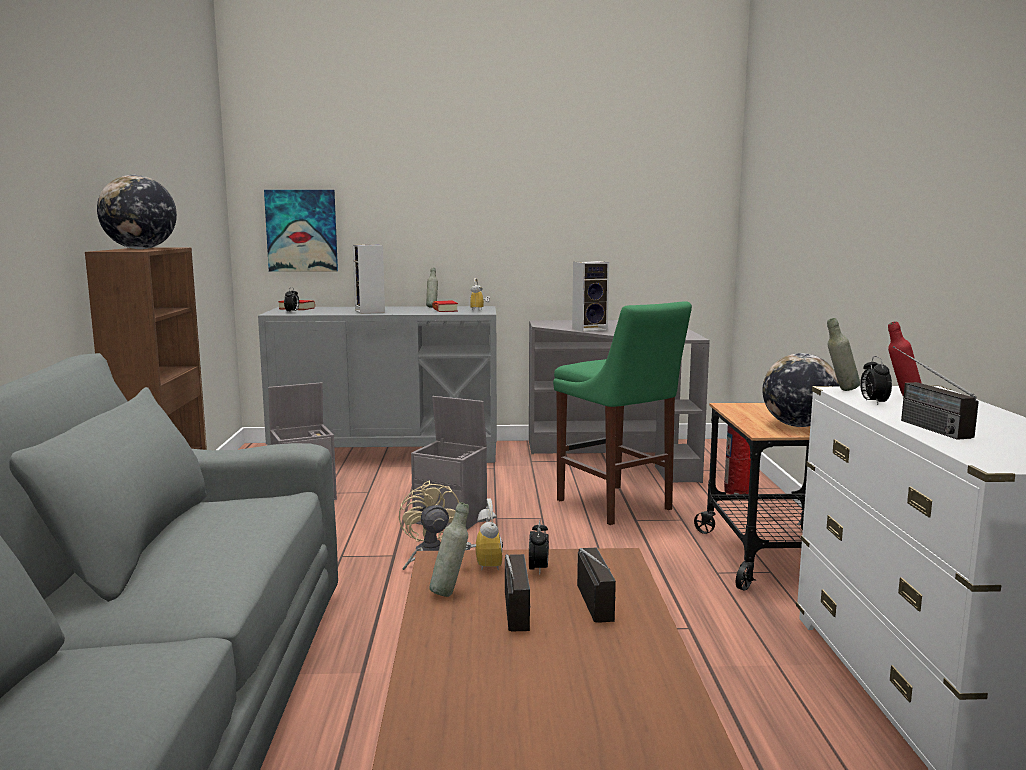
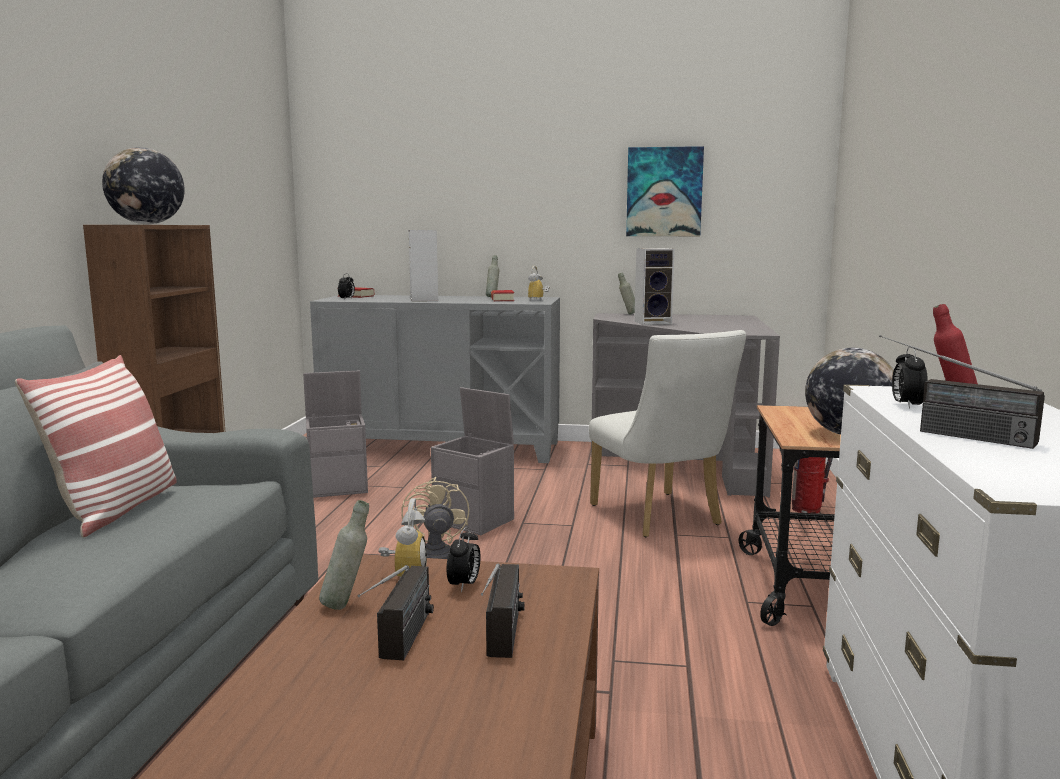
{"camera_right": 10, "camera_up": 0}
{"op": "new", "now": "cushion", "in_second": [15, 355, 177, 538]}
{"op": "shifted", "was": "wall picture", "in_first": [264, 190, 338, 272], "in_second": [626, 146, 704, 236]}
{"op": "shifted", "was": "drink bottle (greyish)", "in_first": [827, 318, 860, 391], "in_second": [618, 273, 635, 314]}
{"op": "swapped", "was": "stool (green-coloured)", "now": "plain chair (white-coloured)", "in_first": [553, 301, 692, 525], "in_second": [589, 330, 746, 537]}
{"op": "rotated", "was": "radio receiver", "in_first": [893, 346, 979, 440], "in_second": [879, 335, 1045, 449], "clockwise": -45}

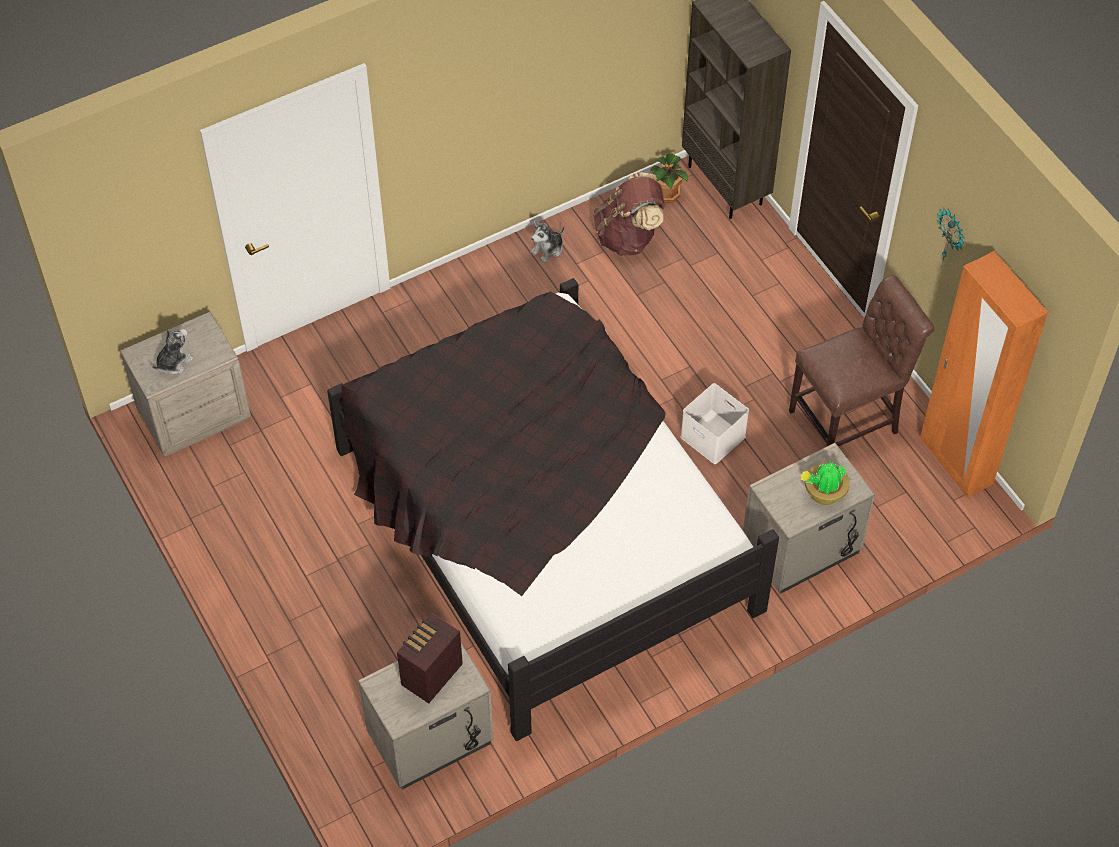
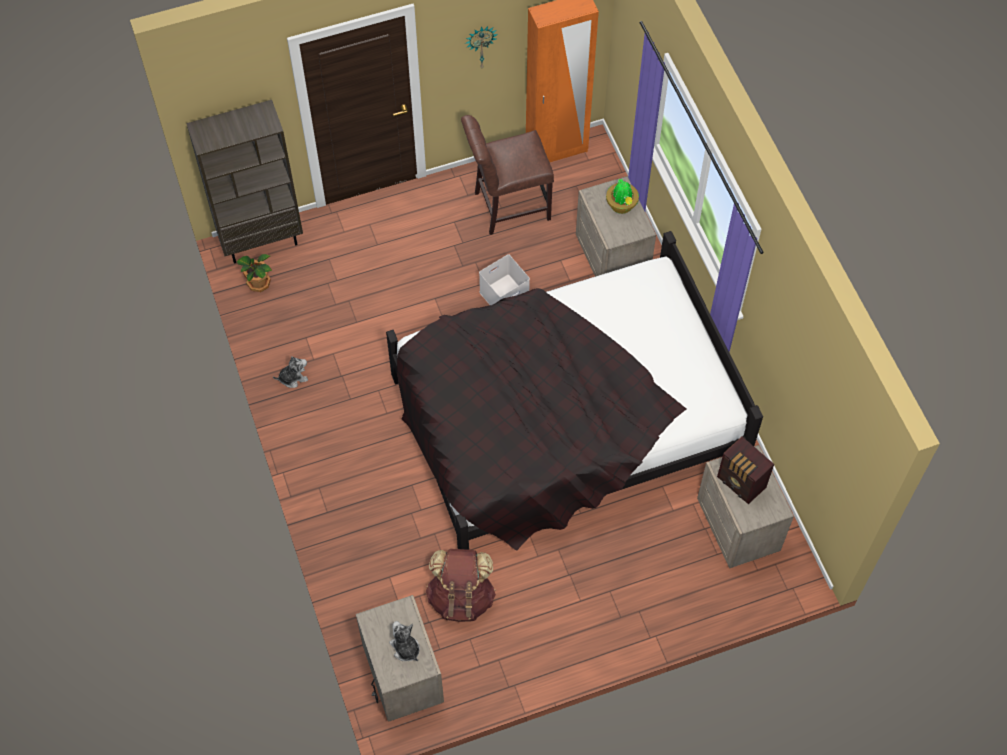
{"camera_right": -80, "camera_up": 5}
{"op": "shifted", "was": "rucksack (brown-coloured)", "in_first": [593, 172, 665, 256], "in_second": [426, 549, 496, 622]}
{"op": "rotated", "was": "plush toy", "in_first": [530, 220, 564, 263], "in_second": [273, 356, 308, 388], "clockwise": -75}
{"op": "rotated", "was": "plain chair (brown-coloured)", "in_first": [789, 275, 935, 447], "in_second": [461, 115, 554, 235], "clockwise": -90}

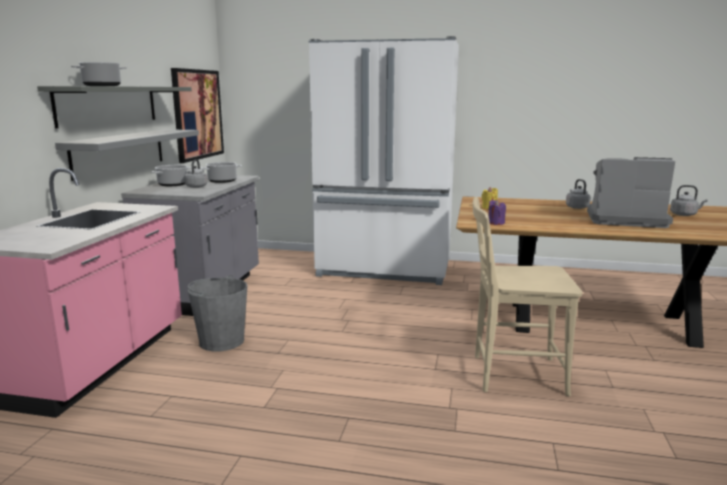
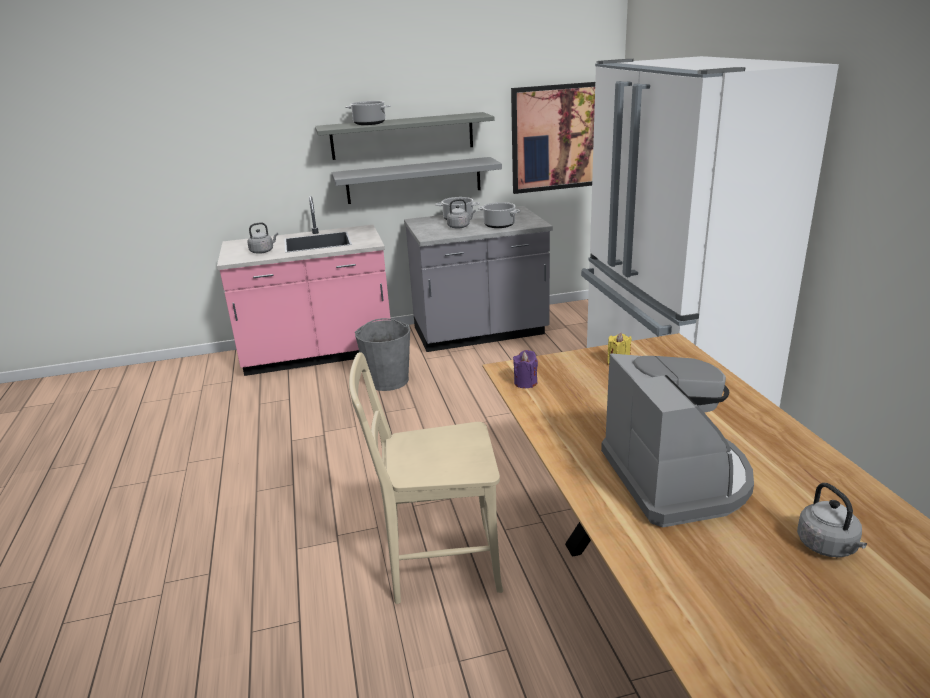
{"camera_right": 65, "camera_up": 10}
{"op": "shifted", "was": "water kettle (greyish)", "in_first": [566, 179, 591, 209], "in_second": [247, 222, 278, 254]}
{"op": "rotated", "was": "plain chair (beige)", "in_first": [473, 197, 582, 396], "in_second": [349, 352, 503, 604], "clockwise": -75}

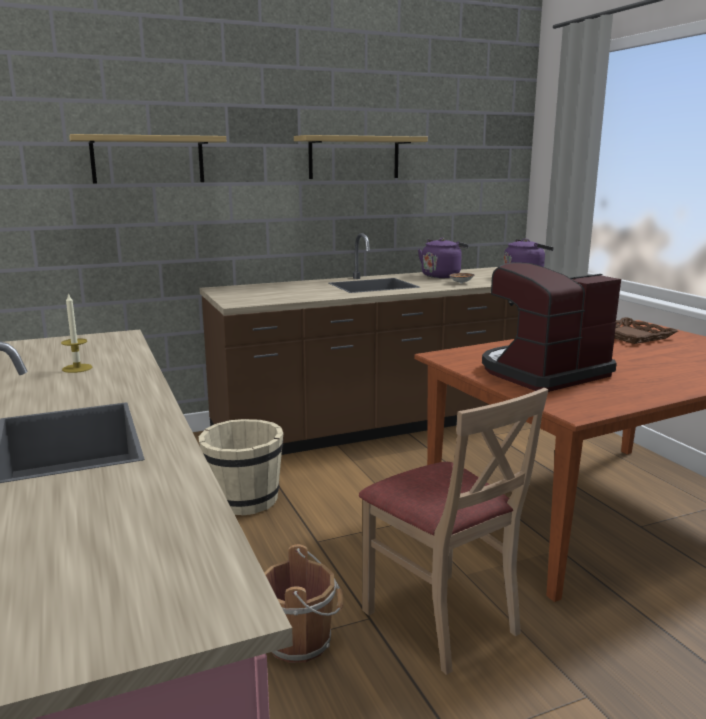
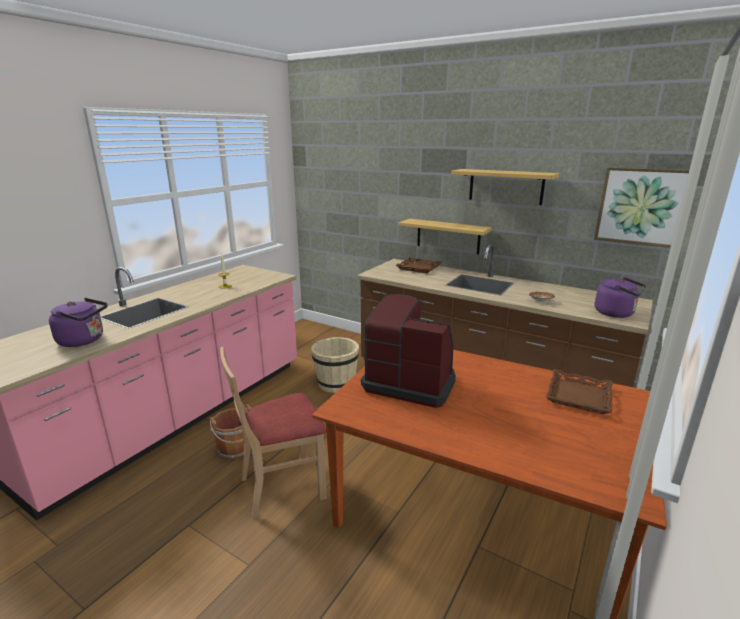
{"camera_right": 55, "camera_up": 5}
{"op": "new", "now": "serving tray (brown-coloured)", "in_second": [396, 257, 442, 273]}
{"op": "new", "now": "wall picture", "in_second": [594, 167, 689, 248]}
{"op": "shifted", "was": "bracket shelf", "in_first": [69, 134, 226, 184], "in_second": [399, 219, 492, 254]}
{"op": "shifted", "was": "water kettle (purple)", "in_first": [418, 238, 469, 278], "in_second": [49, 298, 107, 347]}
{"op": "rotated", "was": "plain chair (beige)", "in_first": [359, 388, 548, 675], "in_second": [220, 346, 326, 519], "clockwise": 45}

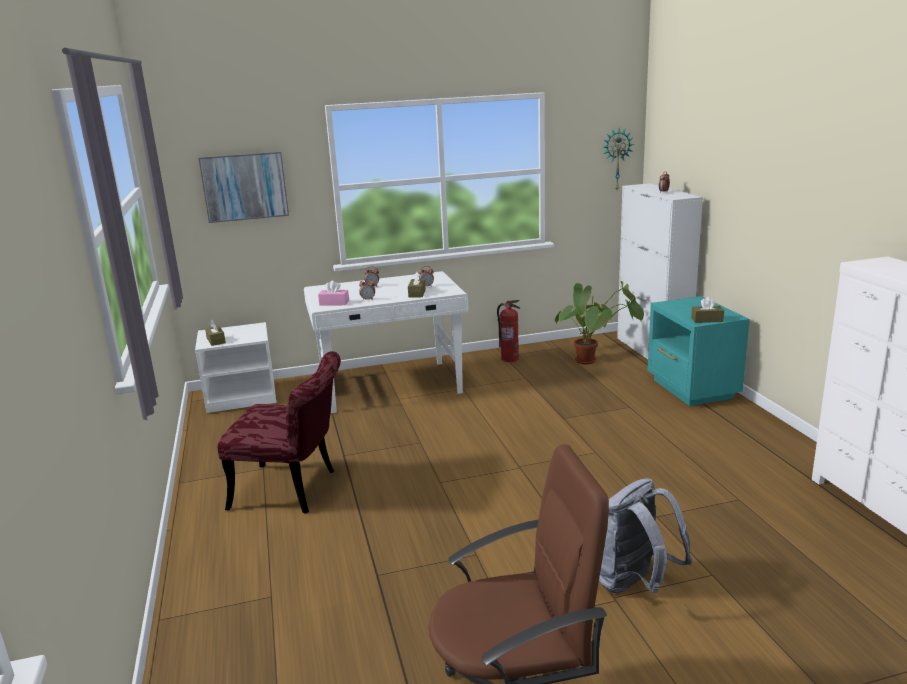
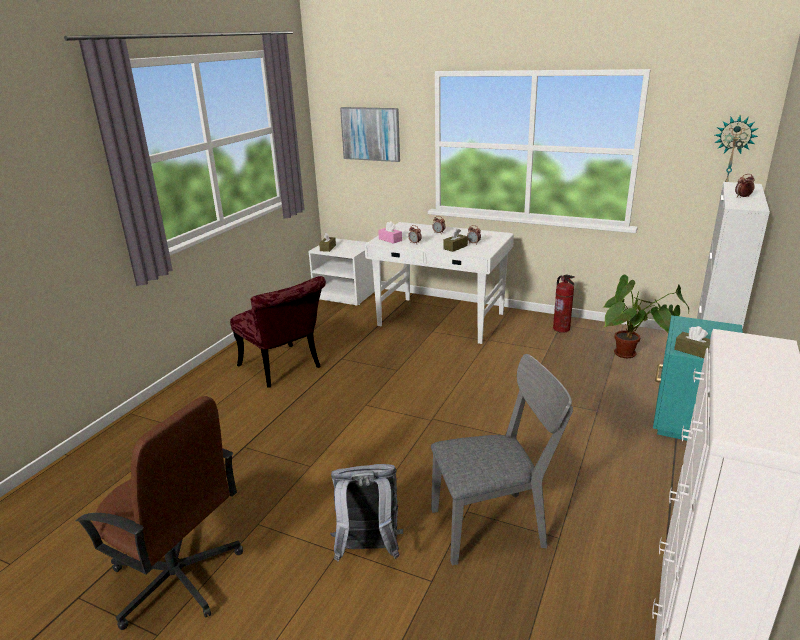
{"camera_right": 40, "camera_up": 5}
{"op": "new", "now": "plain chair (greyish)", "in_second": [431, 354, 573, 565]}

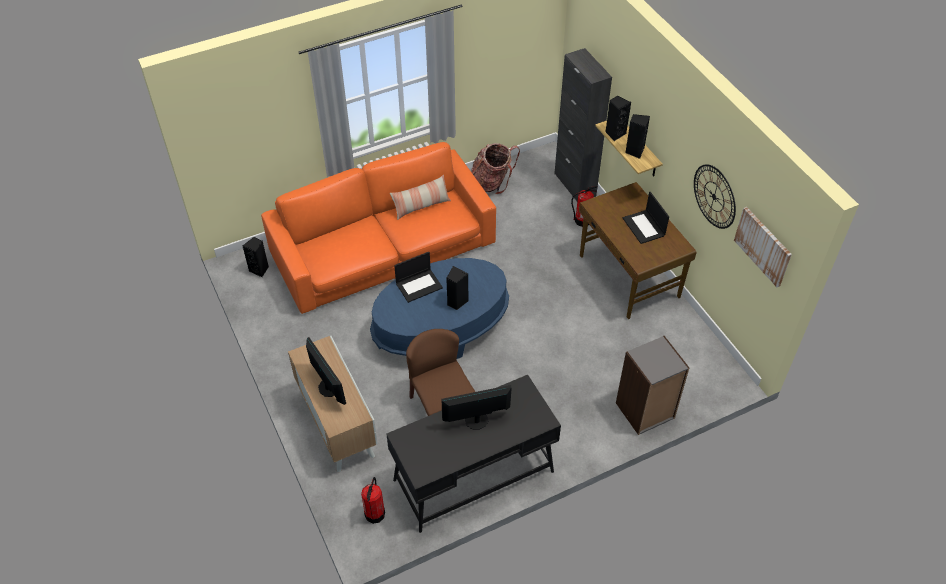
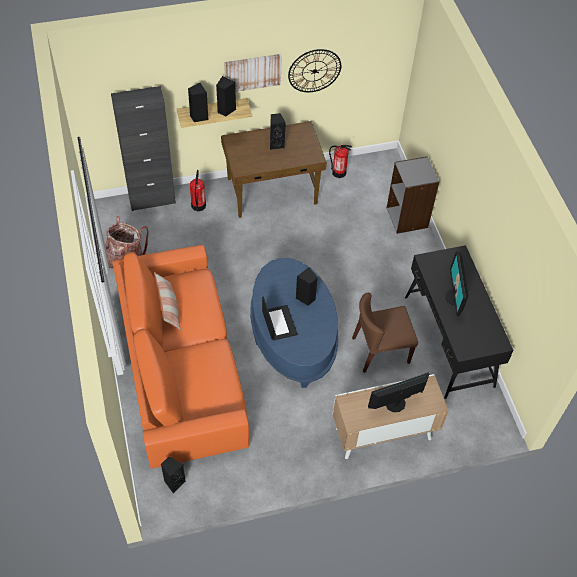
{"camera_right": -80, "camera_up": 5}
{"op": "shifted", "was": "extinguisher", "in_first": [361, 477, 385, 524], "in_second": [329, 145, 352, 178]}
{"op": "shifted", "was": "wall picture", "in_first": [734, 207, 792, 287], "in_second": [224, 54, 282, 92]}
{"op": "swapped", "was": "laptop", "now": "audio speaker (blackish)", "in_first": [623, 192, 669, 244], "in_second": [270, 113, 286, 150]}

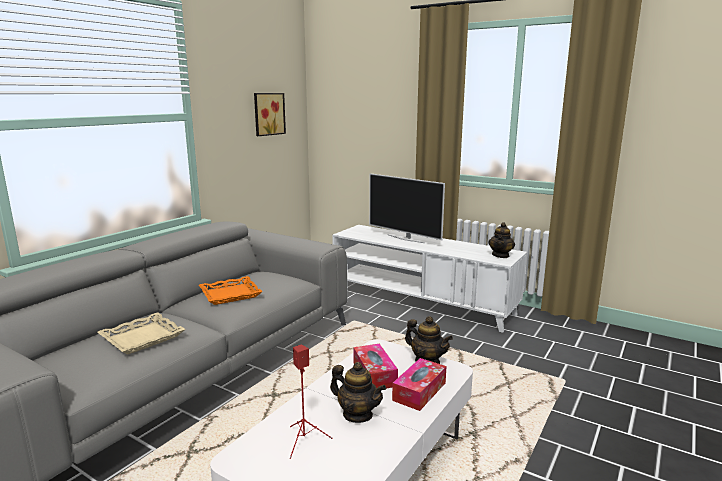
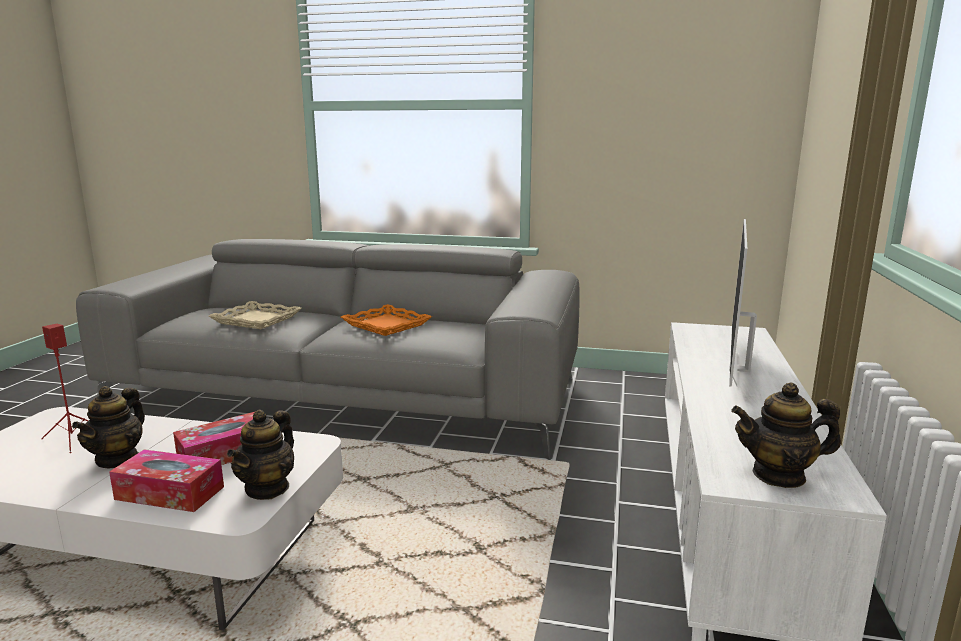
{"camera_right": 70, "camera_up": 0}
{"op": "gone", "was": "wall picture", "in_first": [254, 93, 286, 136]}

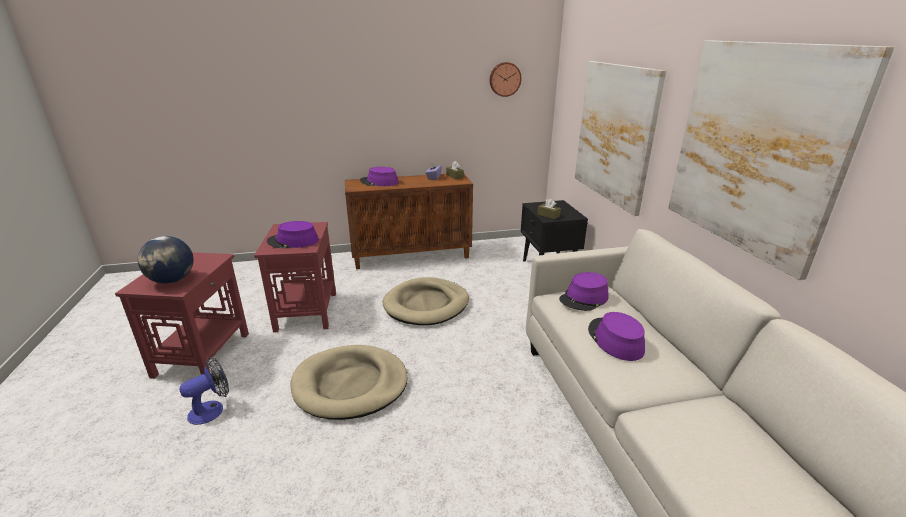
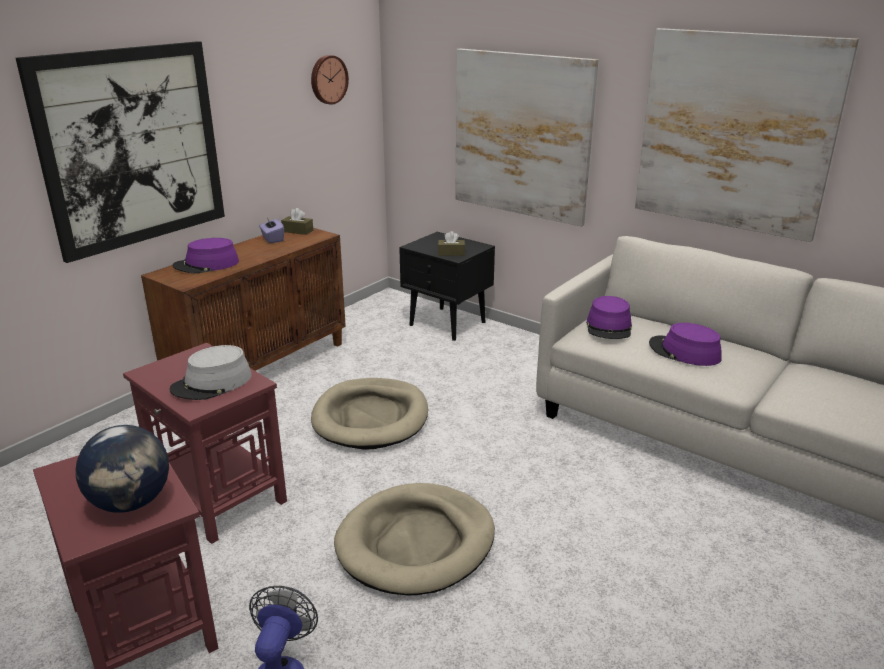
{"camera_right": -40, "camera_up": 0}
{"op": "new", "now": "wall picture", "in_second": [16, 41, 225, 263]}
{"op": "repainted", "was": "hat (purple)", "now": "hat (greyish)", "in_first": [267, 221, 319, 248], "in_second": [169, 345, 252, 400]}

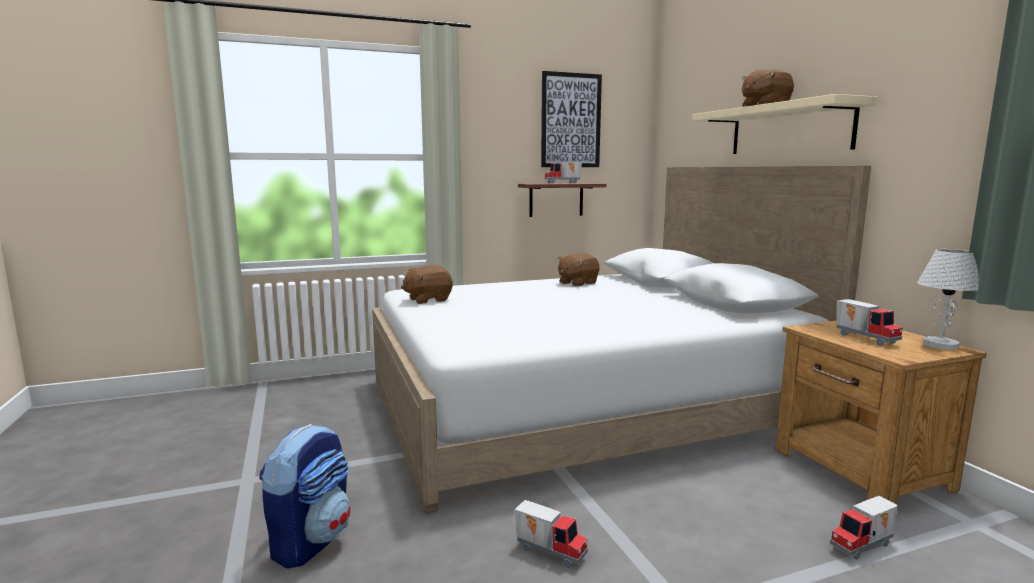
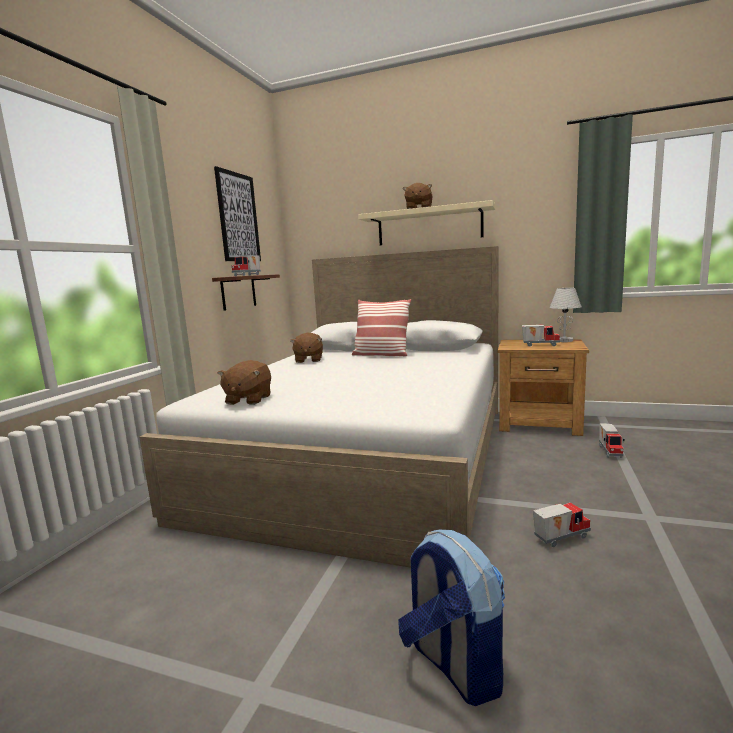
{"camera_right": -50, "camera_up": 0}
{"op": "new", "now": "cushion", "in_second": [352, 299, 411, 357]}

